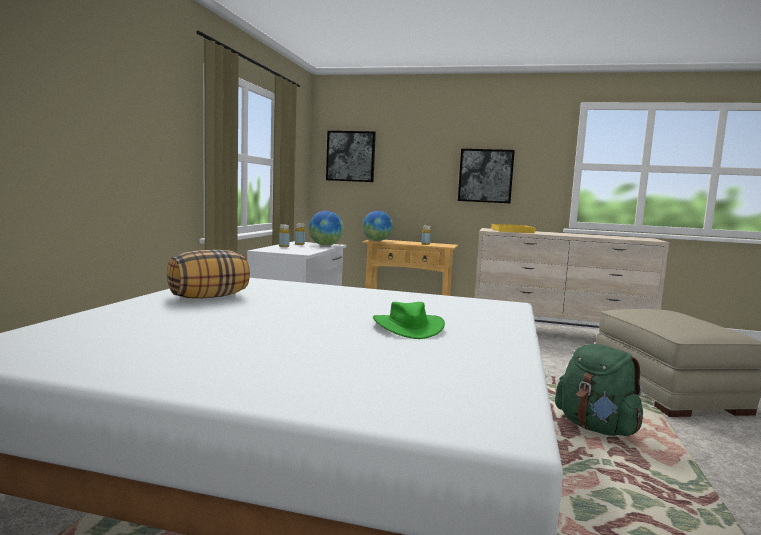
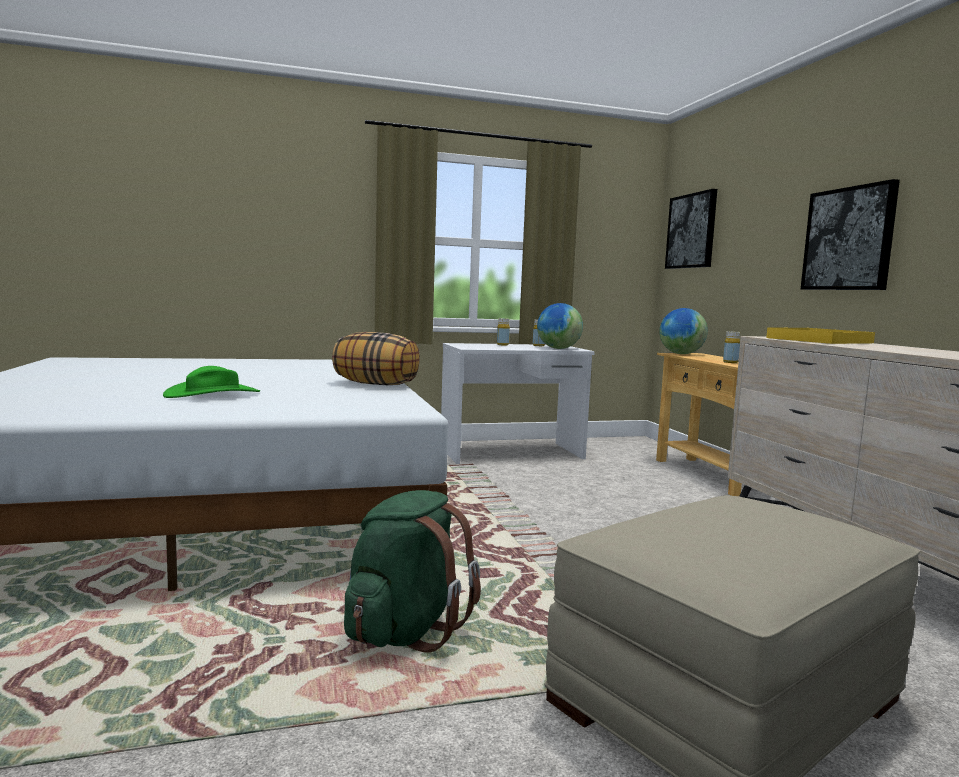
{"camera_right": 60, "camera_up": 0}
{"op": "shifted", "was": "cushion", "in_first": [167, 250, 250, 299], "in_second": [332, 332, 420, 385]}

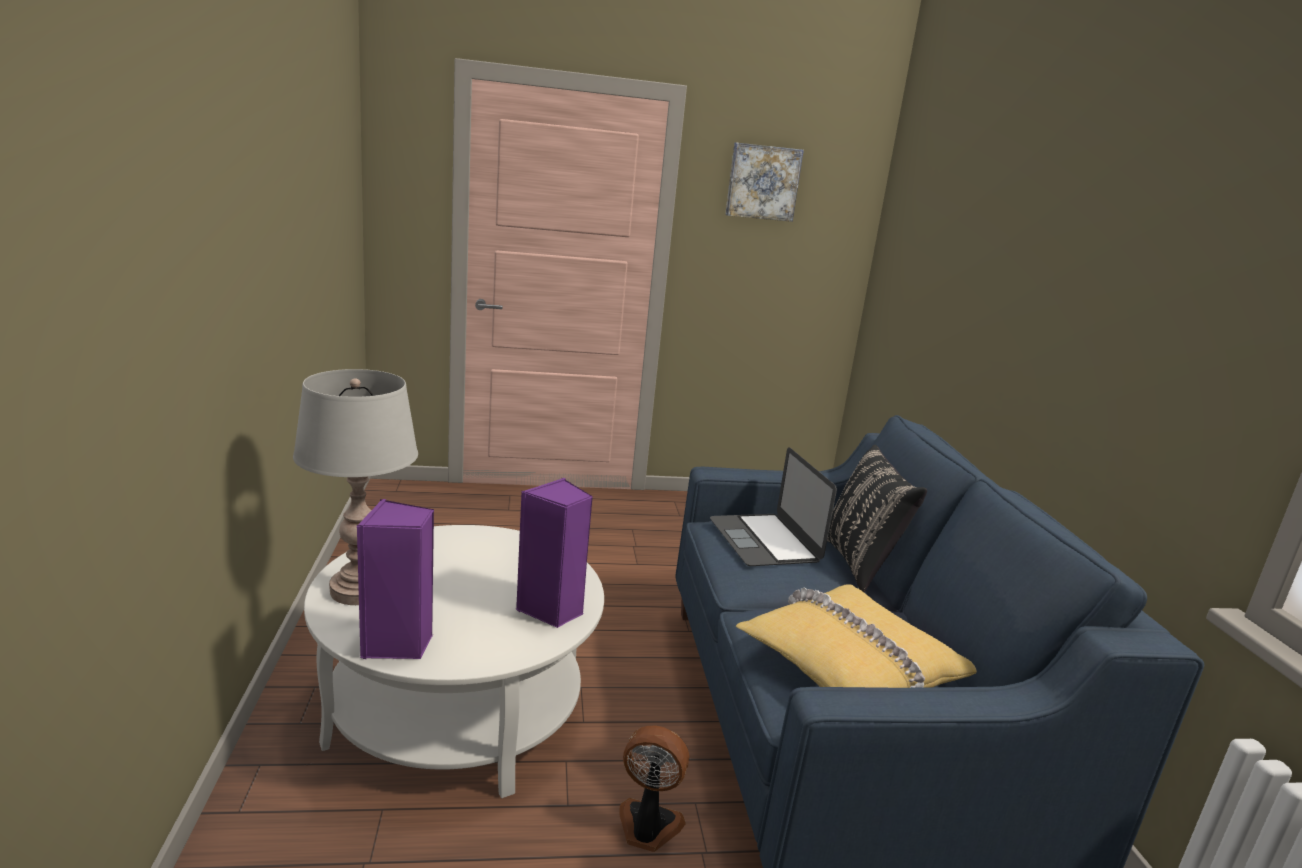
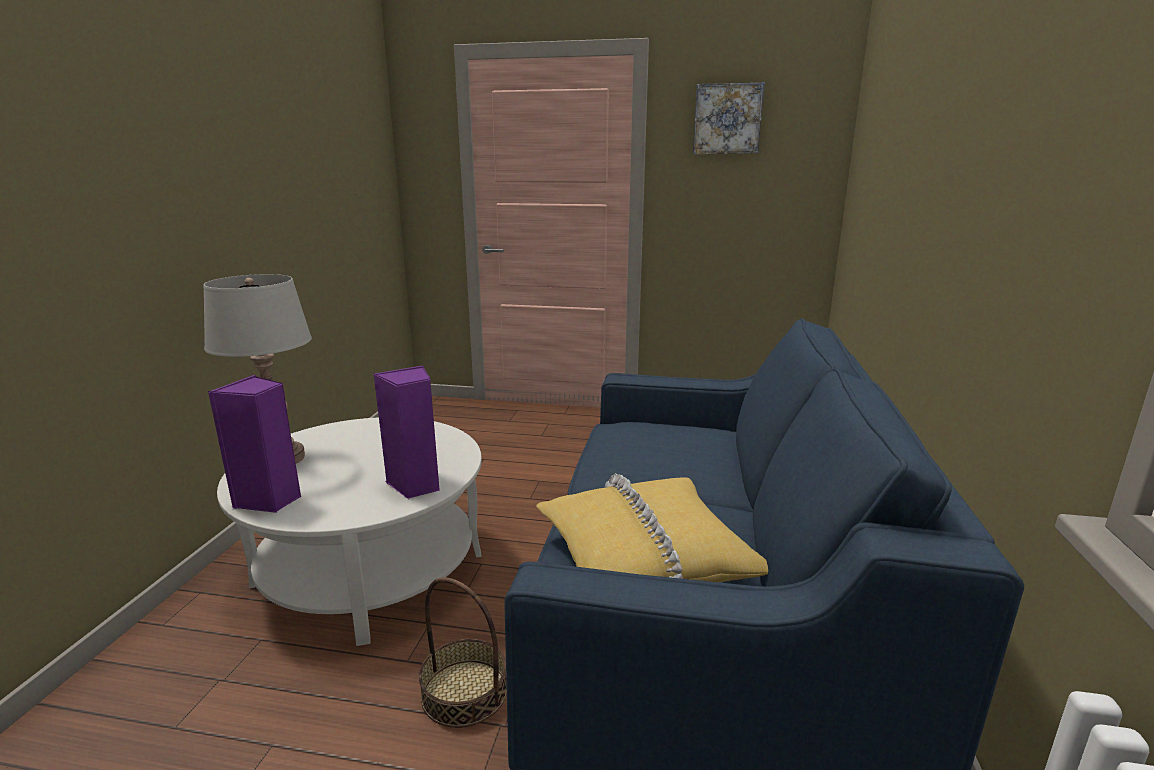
{"camera_right": 20, "camera_up": 0}
{"op": "gone", "was": "laptop", "in_first": [710, 447, 837, 566]}
{"op": "gone", "was": "cushion (blackish)", "in_first": [827, 445, 927, 593]}
{"op": "swapped", "was": "electric fan", "now": "household basket", "in_first": [619, 726, 689, 852], "in_second": [419, 577, 507, 728]}

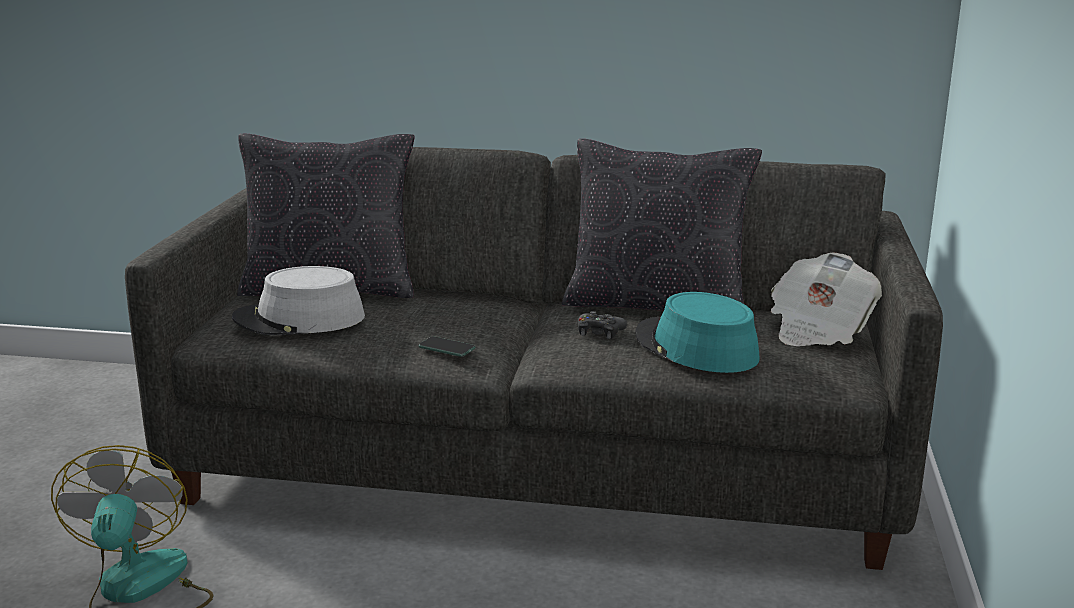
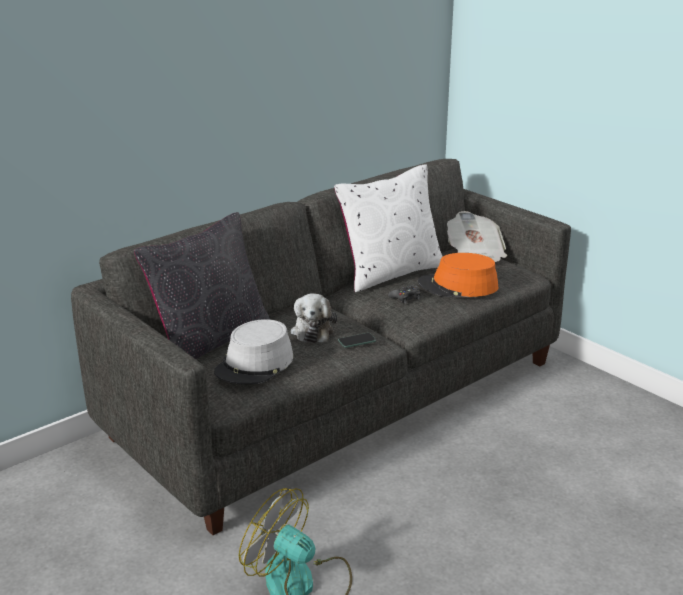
{"camera_right": -50, "camera_up": 5}
{"op": "new", "now": "plush toy", "in_second": [291, 293, 337, 343]}
{"op": "repainted", "was": "cushion (blackish)", "now": "cushion (white-coloured)", "in_first": [562, 139, 762, 310], "in_second": [334, 164, 443, 292]}
{"op": "repainted", "was": "hat (turquoise-coloured)", "now": "hat (orangey)", "in_first": [636, 292, 760, 373], "in_second": [418, 253, 498, 297]}

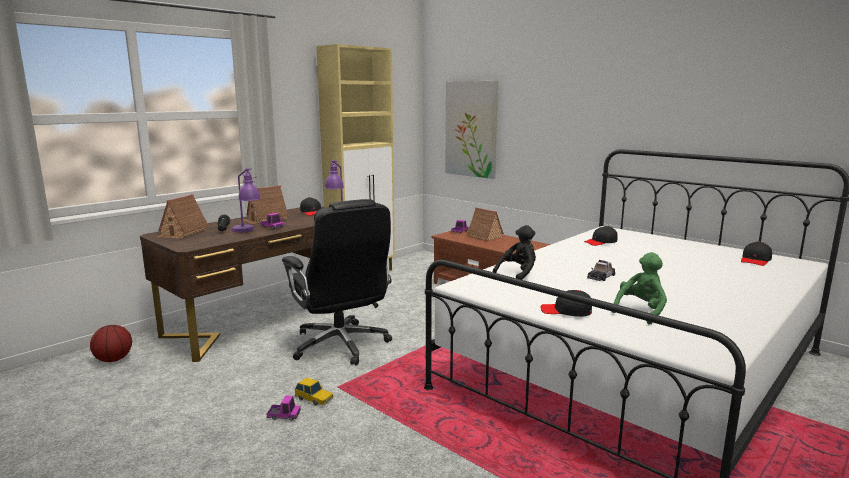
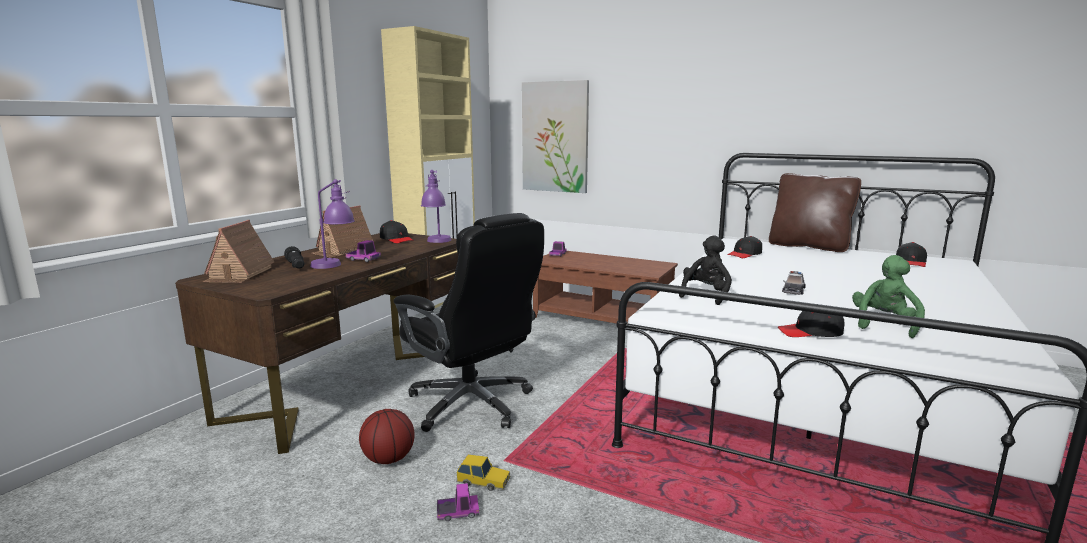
{"camera_right": -15, "camera_up": 0}
{"op": "gone", "was": "miniature house", "in_first": [465, 207, 504, 241]}
{"op": "new", "now": "cushion (brown-coloured)", "in_second": [769, 173, 861, 252]}
{"op": "shifted", "was": "basketball", "in_first": [90, 325, 132, 362], "in_second": [359, 409, 415, 464]}

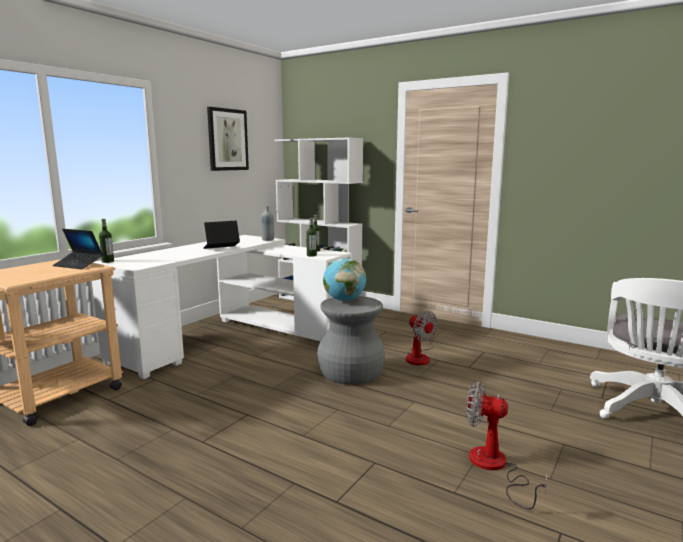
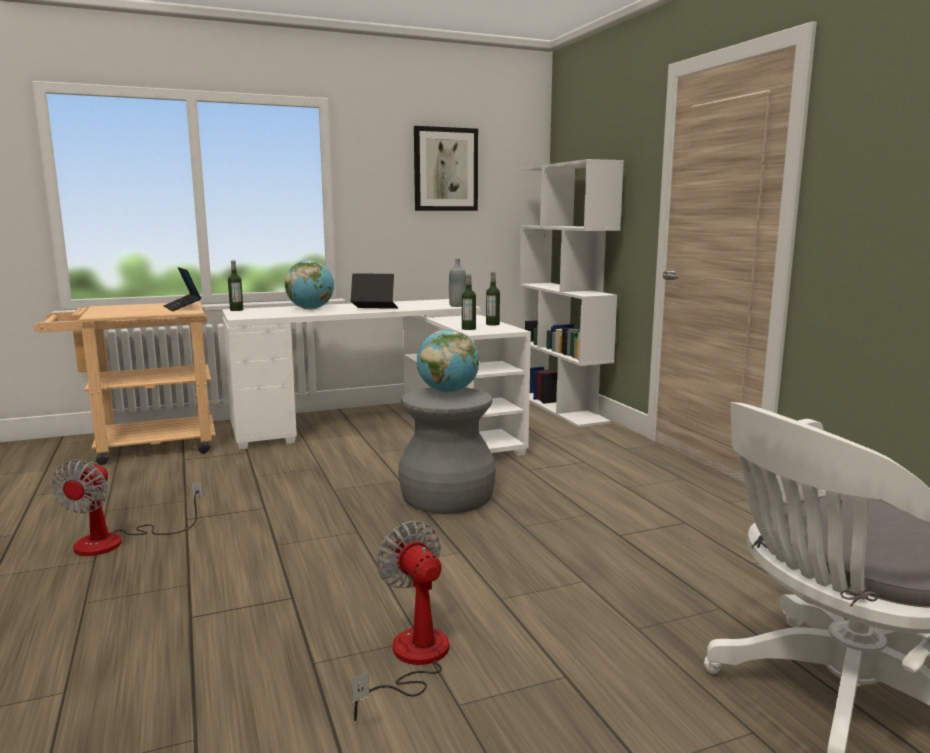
{"camera_right": 35, "camera_up": 0}
{"op": "new", "now": "desk globe", "in_second": [285, 260, 334, 310]}
{"op": "shifted", "was": "electric fan", "in_first": [406, 311, 438, 365], "in_second": [51, 460, 203, 556]}

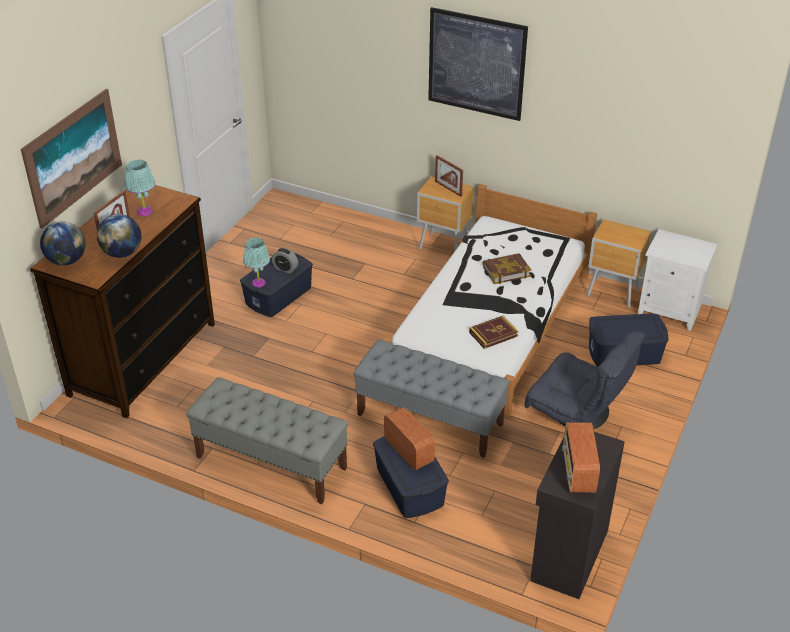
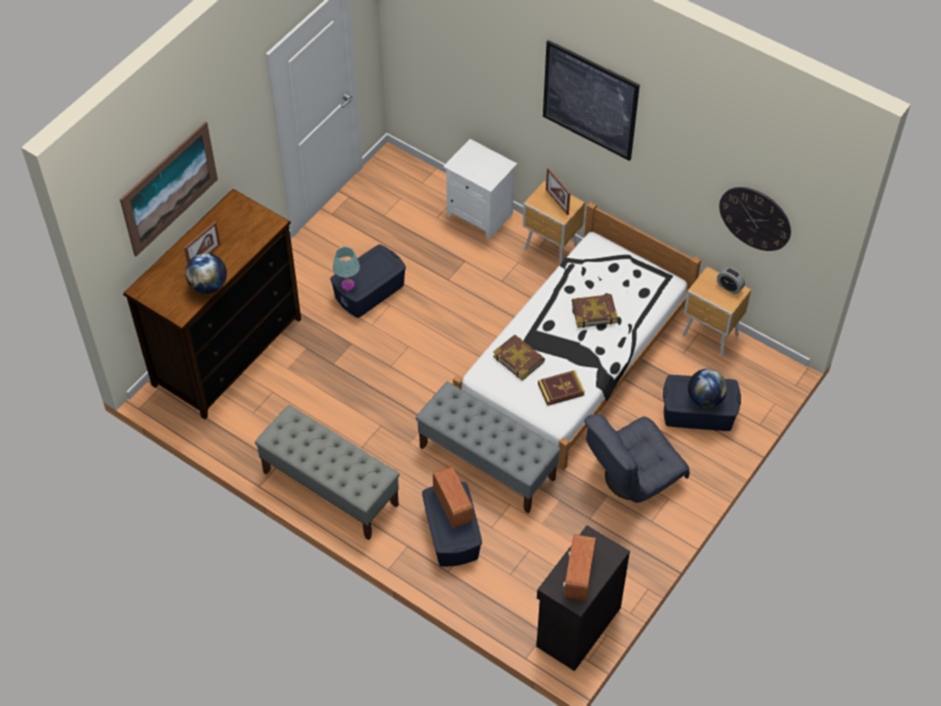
{"camera_right": 10, "camera_up": 15}
{"op": "gone", "was": "lamp for a table (turquoise-coloured)", "in_first": [125, 160, 155, 216]}
{"op": "new", "now": "volume", "in_second": [493, 335, 545, 381]}
{"op": "new", "now": "clock on the wall", "in_second": [719, 187, 791, 251]}
{"op": "shifted", "was": "desk globe", "in_first": [40, 221, 86, 265], "in_second": [688, 369, 727, 408]}
{"op": "shifted", "was": "bedside clock", "in_first": [272, 248, 298, 274], "in_second": [717, 267, 745, 294]}
{"op": "shifted", "was": "nightstand (white-coloured)", "in_first": [638, 229, 718, 331], "in_second": [443, 139, 517, 239]}
{"op": "rotated", "was": "easy chair (greyish)", "in_first": [525, 331, 645, 429], "in_second": [584, 414, 690, 503], "clockwise": 105}

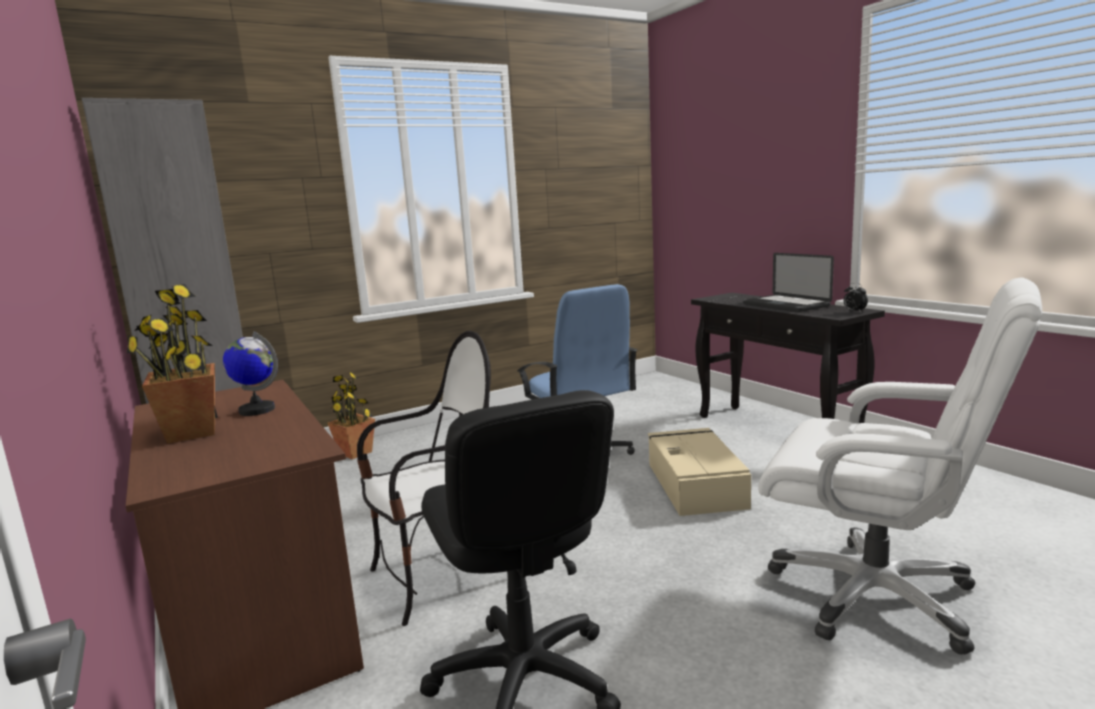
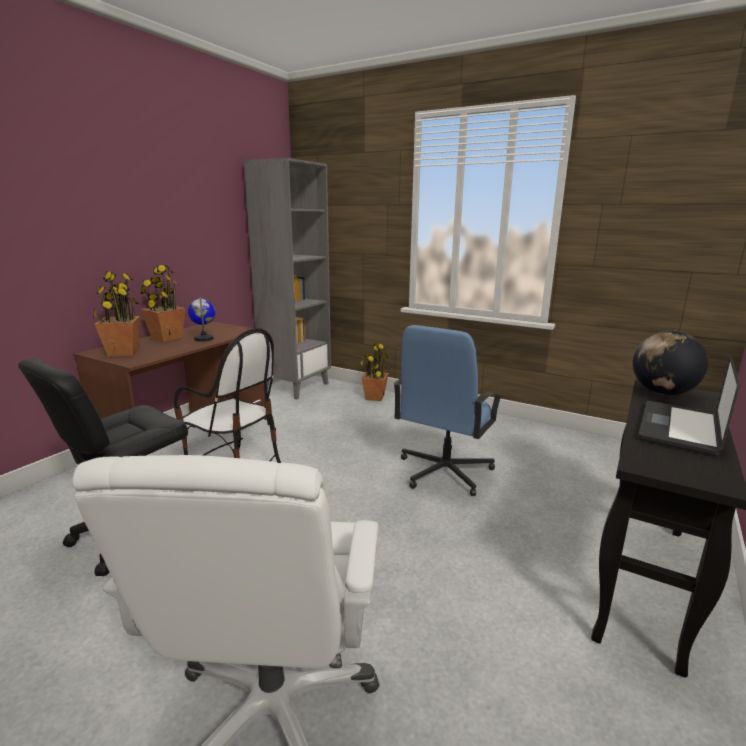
{"camera_right": 60, "camera_up": 5}
{"op": "gone", "was": "storage bin (beige)", "in_first": [648, 428, 751, 516]}
{"op": "gone", "was": "bedside clock", "in_first": [844, 283, 868, 312]}
{"op": "new", "now": "plant in a pot", "in_second": [93, 271, 140, 357]}
{"op": "new", "now": "desk globe", "in_second": [633, 330, 708, 395]}

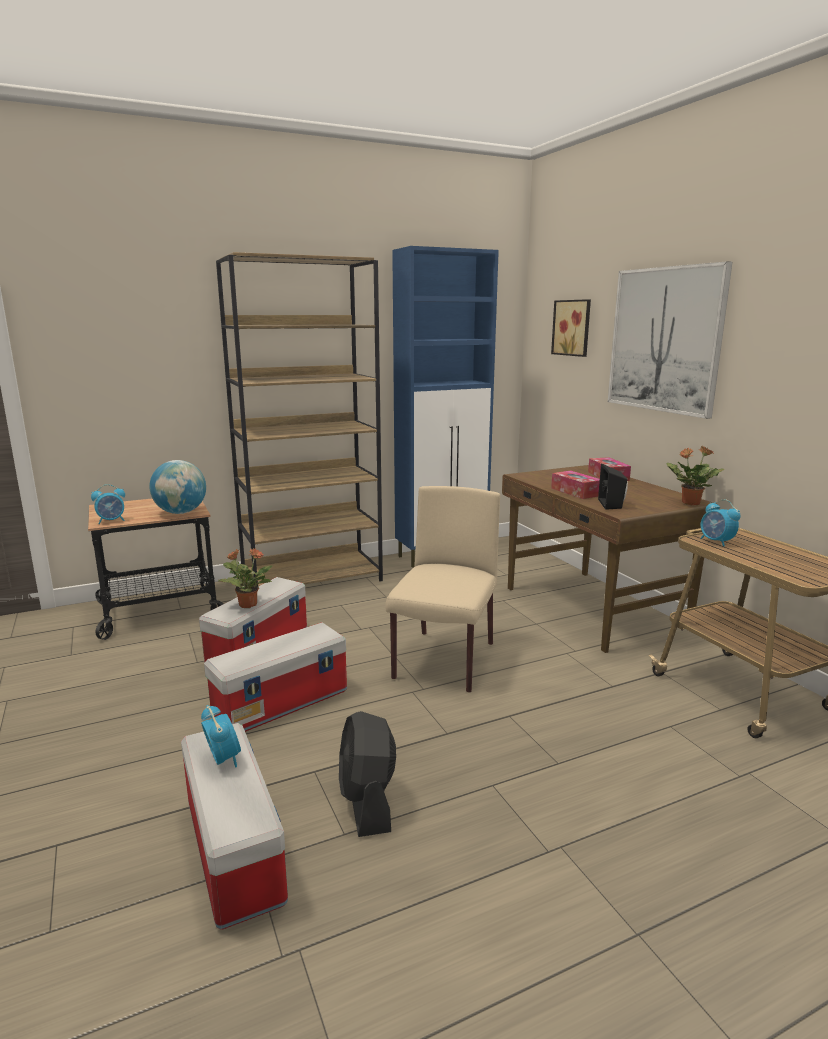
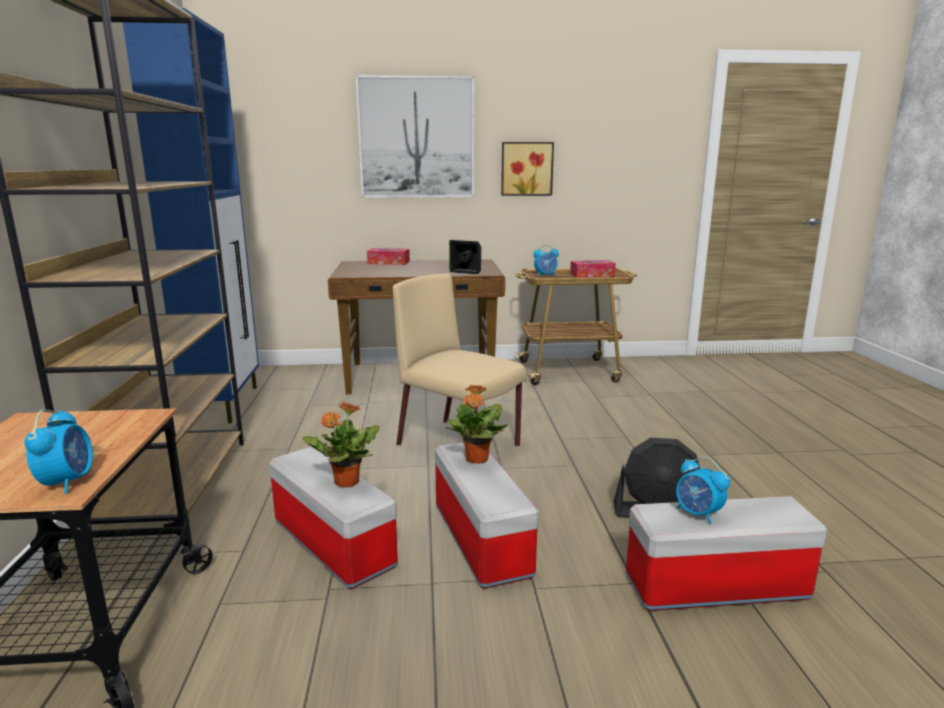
{"camera_right": -70, "camera_up": 0}
{"op": "gone", "was": "desk globe", "in_first": [149, 460, 206, 514]}
{"op": "shifted", "was": "wall picture", "in_first": [551, 299, 591, 357], "in_second": [501, 142, 554, 196]}
{"op": "shifted", "was": "box of tissues", "in_first": [551, 471, 600, 499], "in_second": [570, 260, 616, 278]}
{"op": "shifted", "was": "plant in a pot", "in_first": [666, 446, 724, 505], "in_second": [446, 384, 508, 464]}
{"op": "rotated", "was": "bedside clock", "in_first": [201, 705, 241, 768], "in_second": [676, 457, 730, 524], "clockwise": -120}

